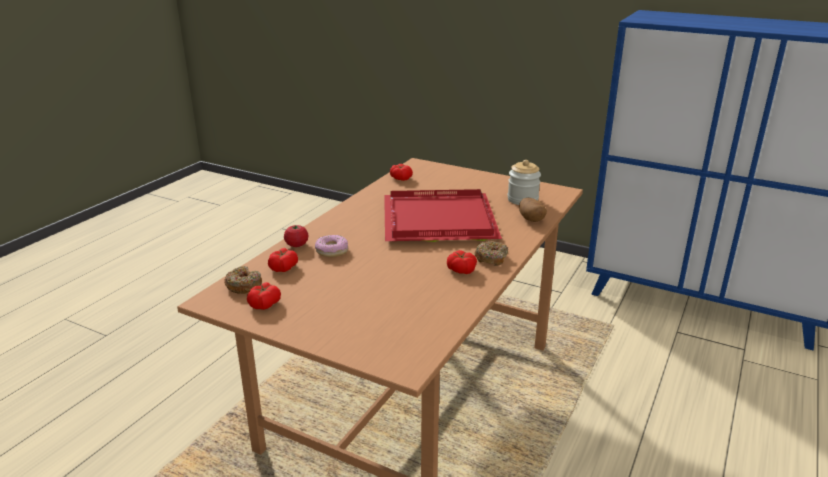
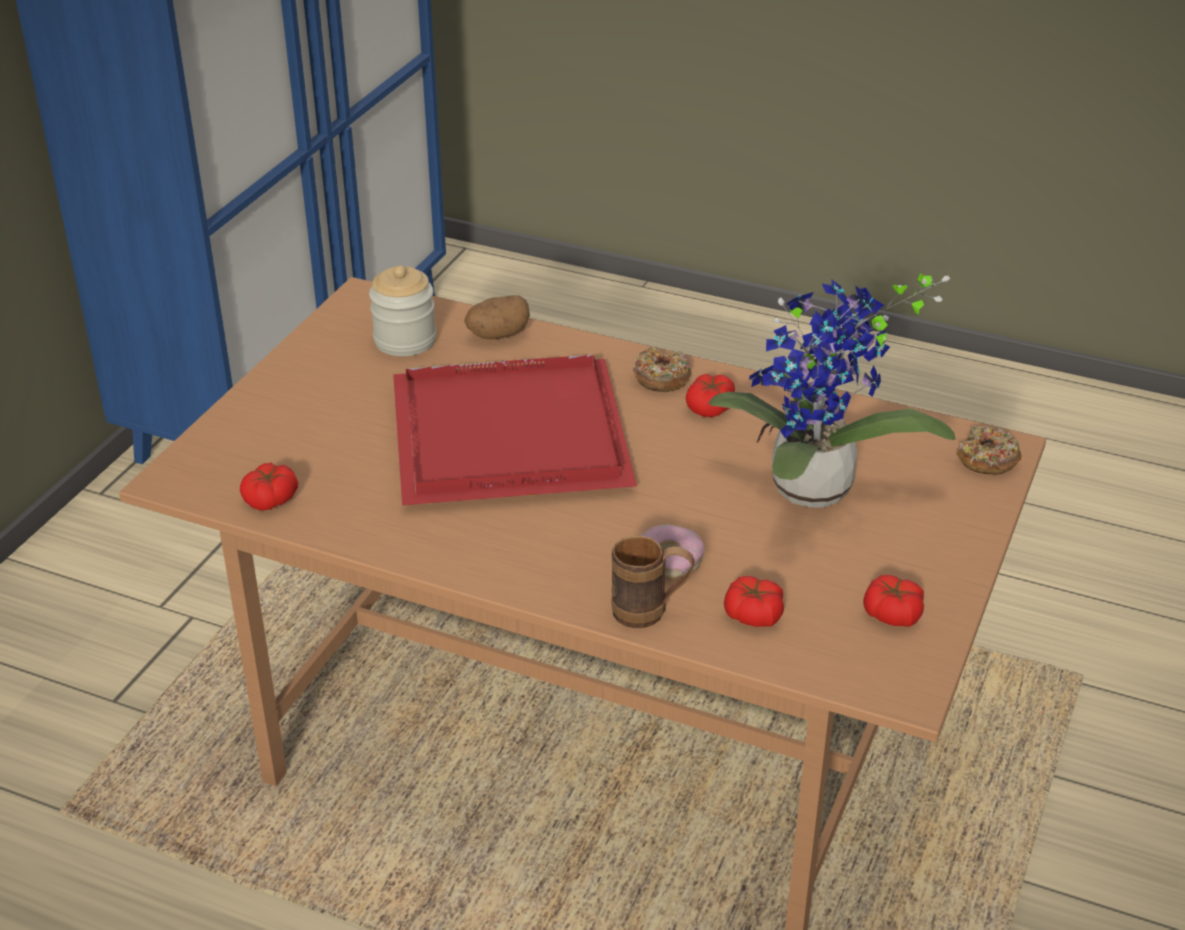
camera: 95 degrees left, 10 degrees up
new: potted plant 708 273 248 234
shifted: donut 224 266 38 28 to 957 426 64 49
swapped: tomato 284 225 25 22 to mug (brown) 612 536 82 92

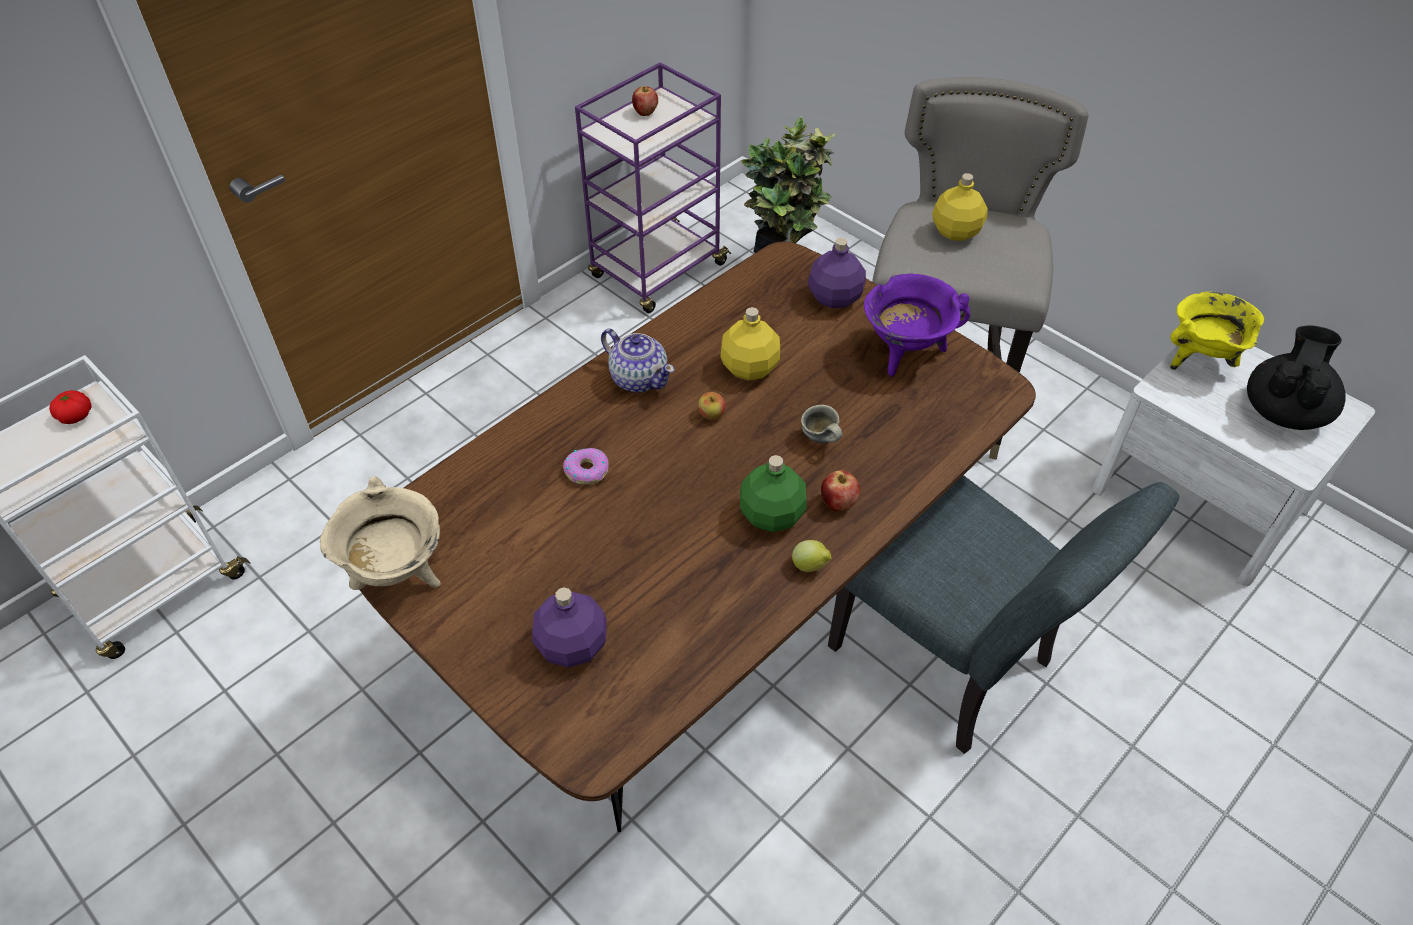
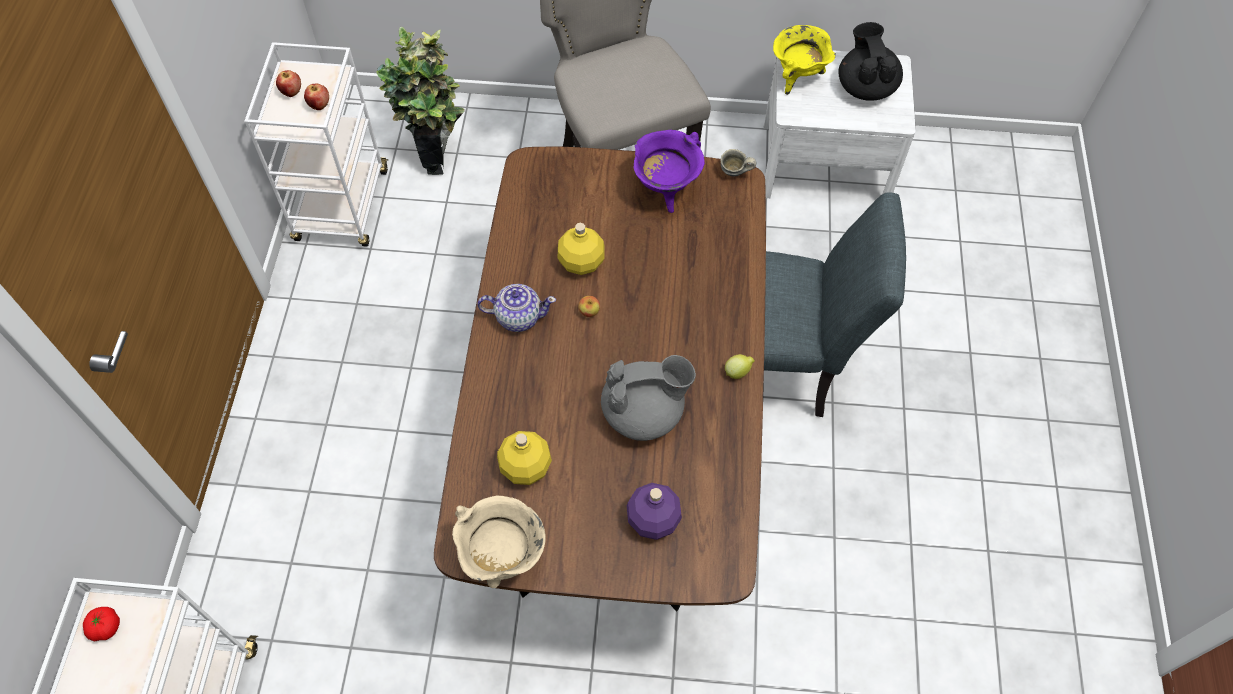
camera: 40 degrees left, 10 degrees up
gone: bottle (purple) 808 238 58 70; donut 563 448 46 36; bottle (green) 740 455 67 77
new: teapot (grey) 601 355 95 86
shifted: bottle (yellow) 932 173 56 68 to 497 431 55 54; mug (grey) 801 405 41 38 to 721 149 35 28; apple 821 470 40 41 to 304 83 25 27
repainted: cart (purple) 575 62 156 251 to cart (white) 244 42 144 205

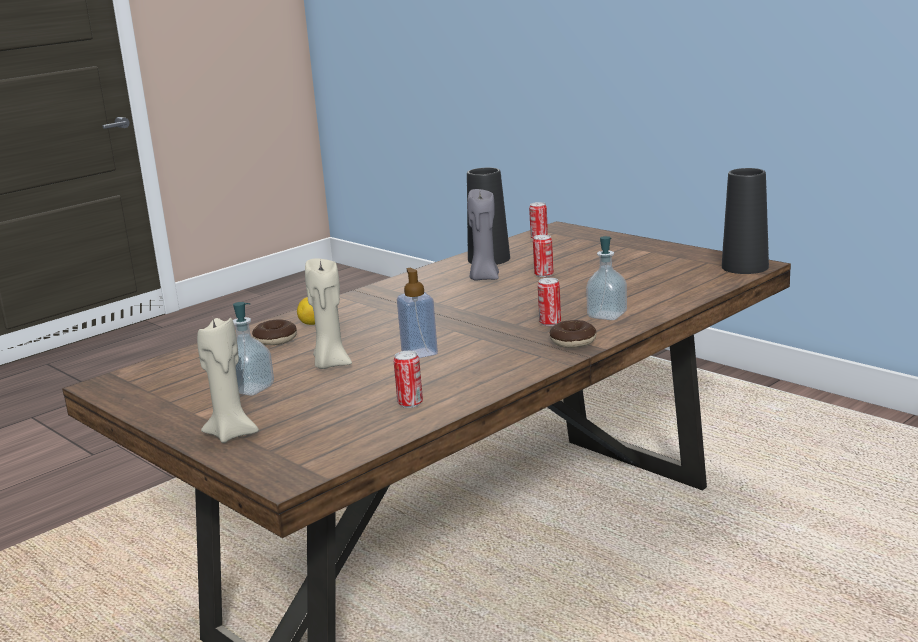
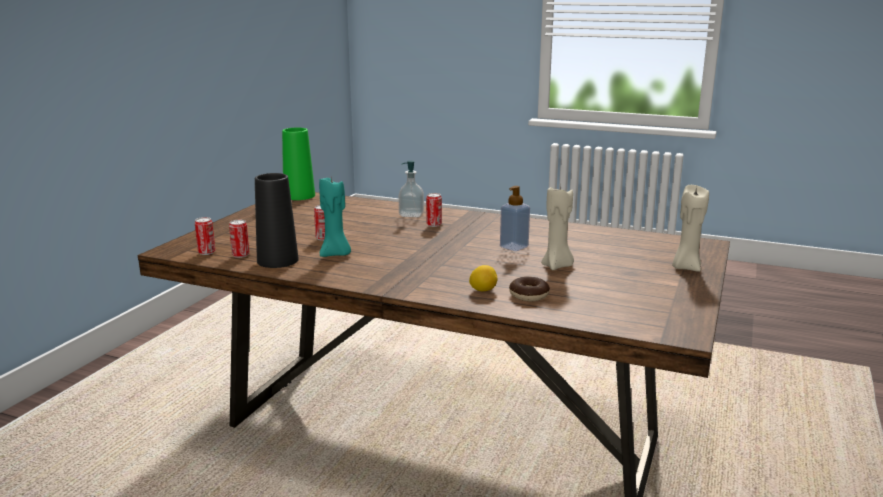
camera: 115 degrees left, 0 degrees up
gone: soap dispenser 233 302 41 94; donut 550 320 46 28
shifted: can 393 351 30 57 to 229 220 20 38
repainted: vase (black) 722 168 47 106 to vase (green) 282 128 33 72; candle (grey) 467 189 32 92 to candle (turquoise) 319 175 32 82

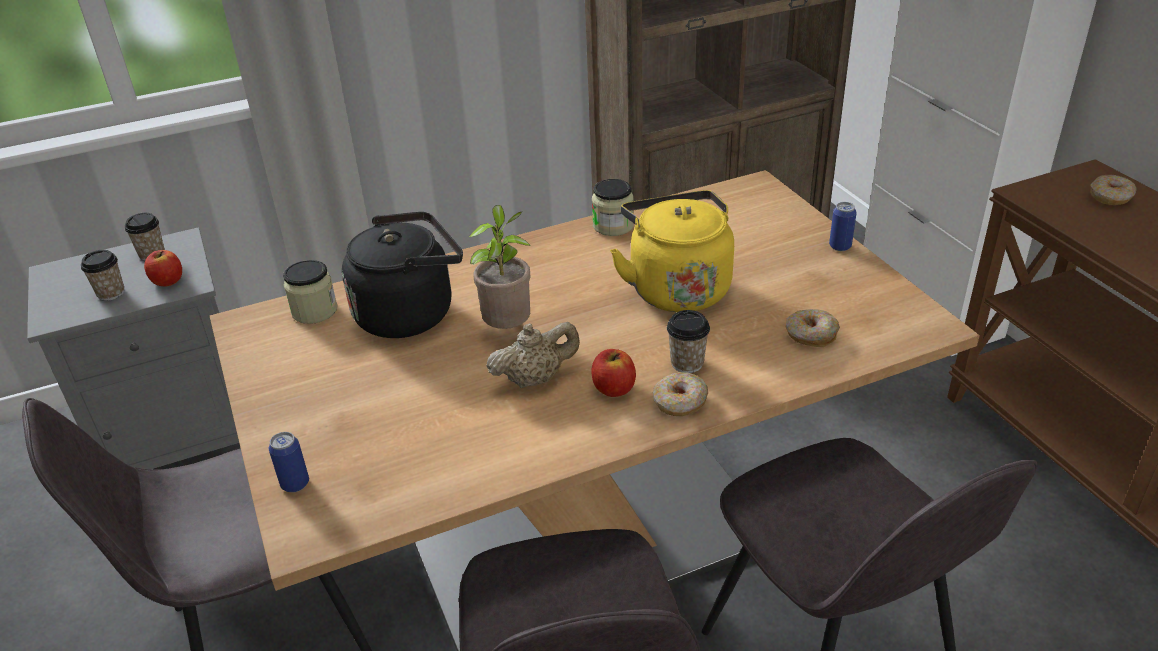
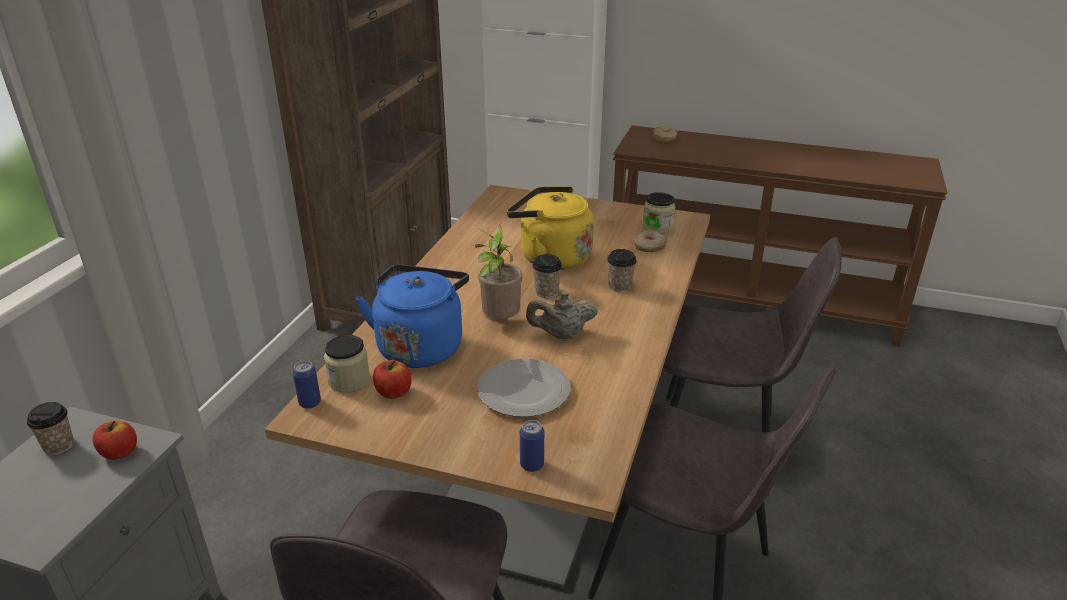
camera: 50 degrees left, 5 degrees down
gone: donut 653 372 55 44
new: plate 477 359 94 58
shifted: jar 592 179 42 57 to 643 192 32 41; can 829 202 28 49 to 293 361 28 48; cup 81 250 43 51 to 532 254 30 44; apple 591 349 45 48 to 373 360 39 39
repainted: kettle (black) 342 212 121 126 to kettle (blue) 356 265 113 103
rotated: teapot (beige) 486 322 94 66 = 526 292 72 47 120 degrees counterclockwise

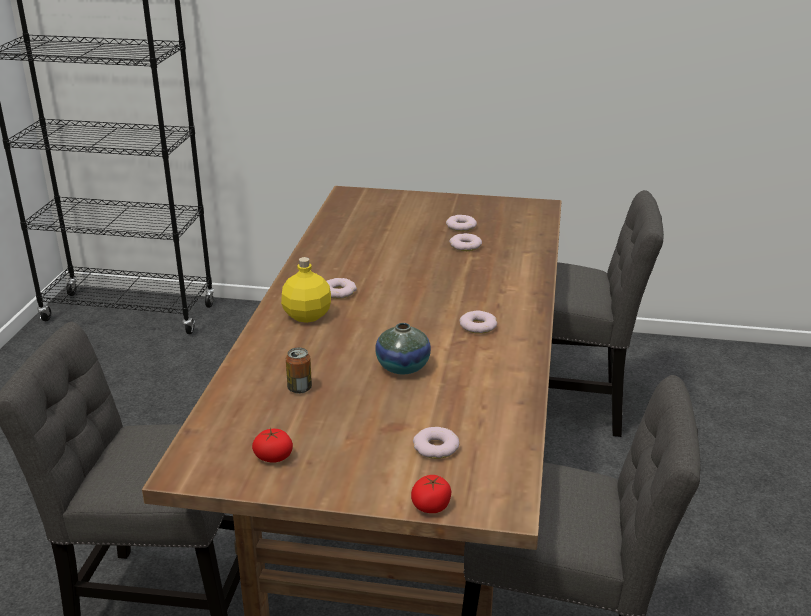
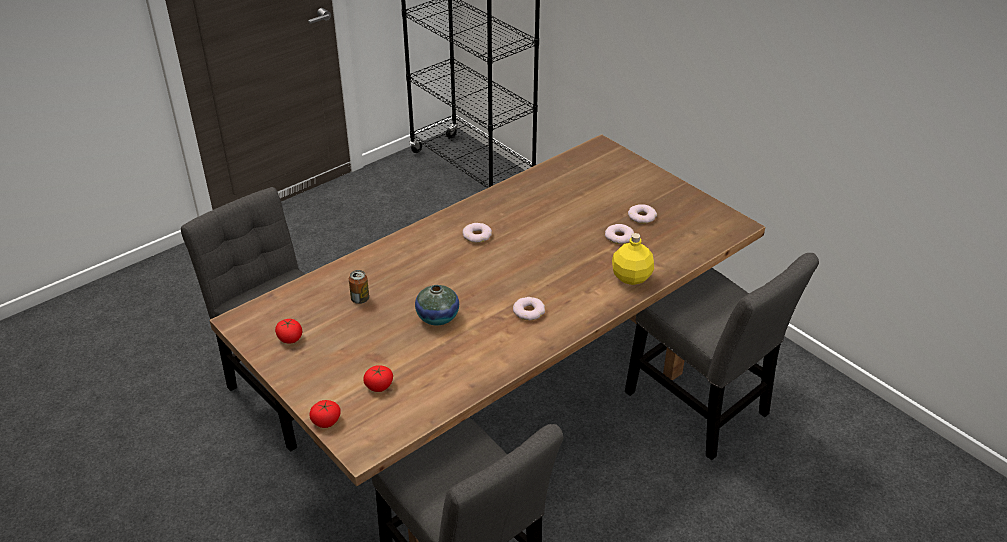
camera: 40 degrees right, 10 degrees up
shifted: bottle (yellow) 281 257 50 66 to 612 233 42 52
swapped: donut 413 427 47 32 to tomato 363 365 30 27

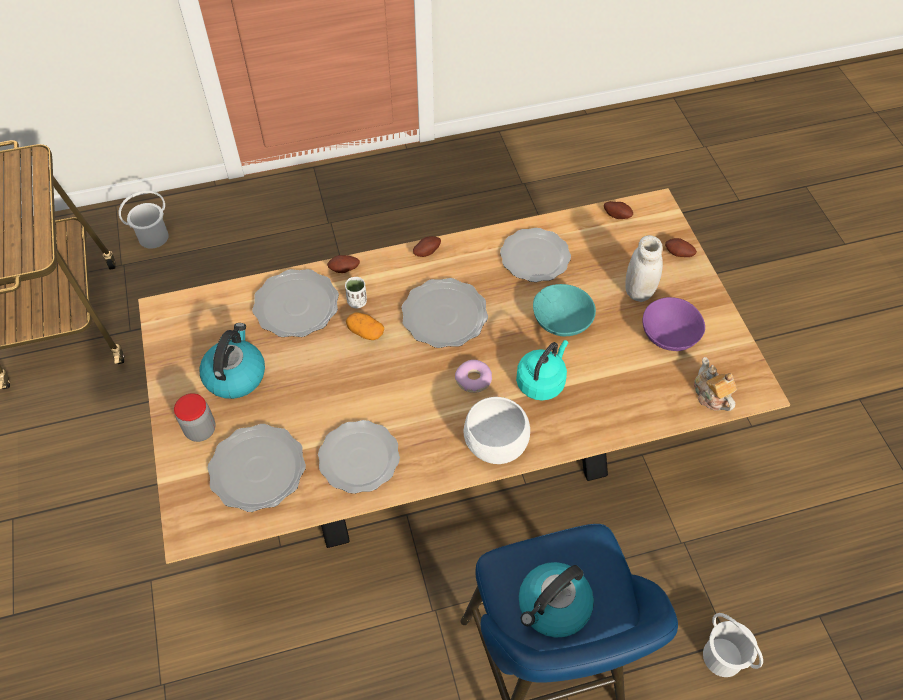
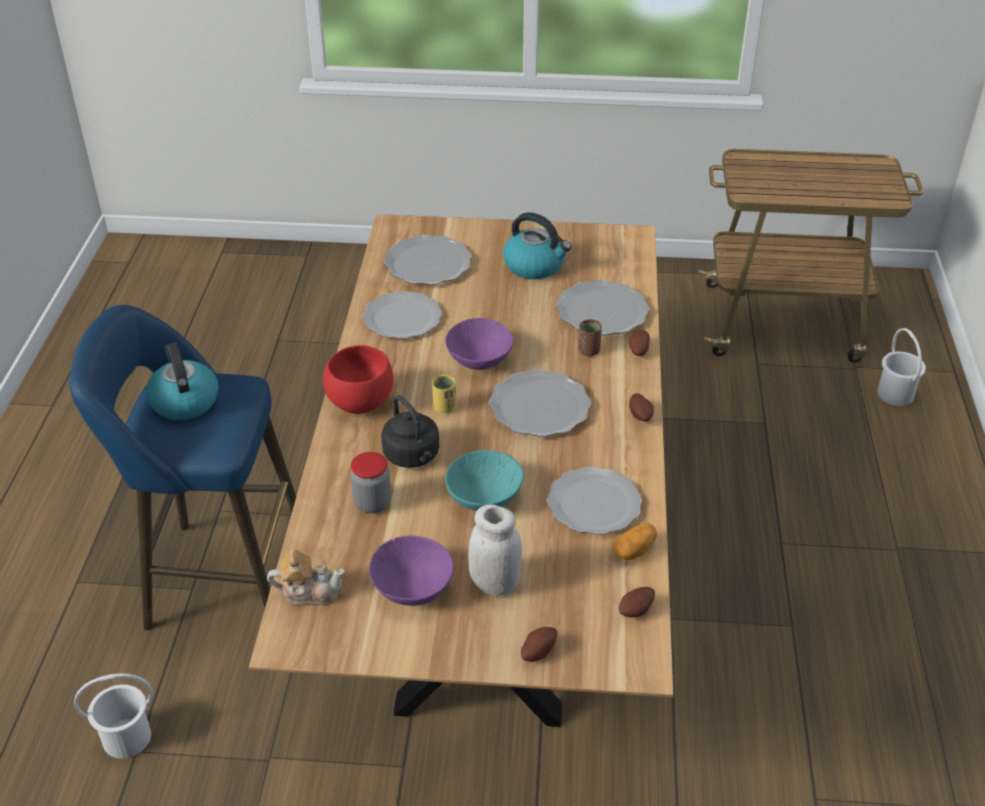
camera: 110 degrees right, 15 degrees down
new: bowl (purple) 446 318 68 52
shifted: potato 346 313 38 27 to 613 523 44 37; jar 174 393 42 49 to 350 452 41 61
swapped: donut 455 360 37 33 to cup (yellow) 432 375 25 39
repainted: cup (white) 345 277 22 31 to cup (brown) 578 319 24 37; kettle (turquoise) 516 340 52 61 to kettle (black) 381 395 58 73; bowl (white) 464 397 66 67 to bowl (red) 323 345 70 69

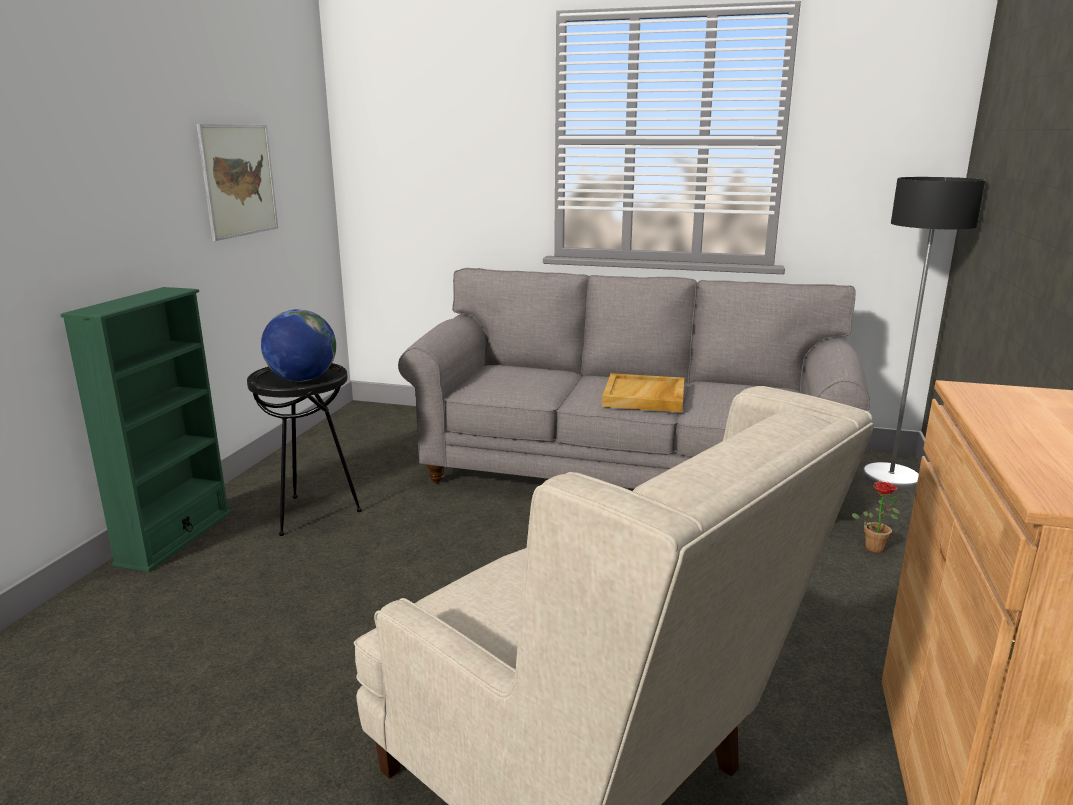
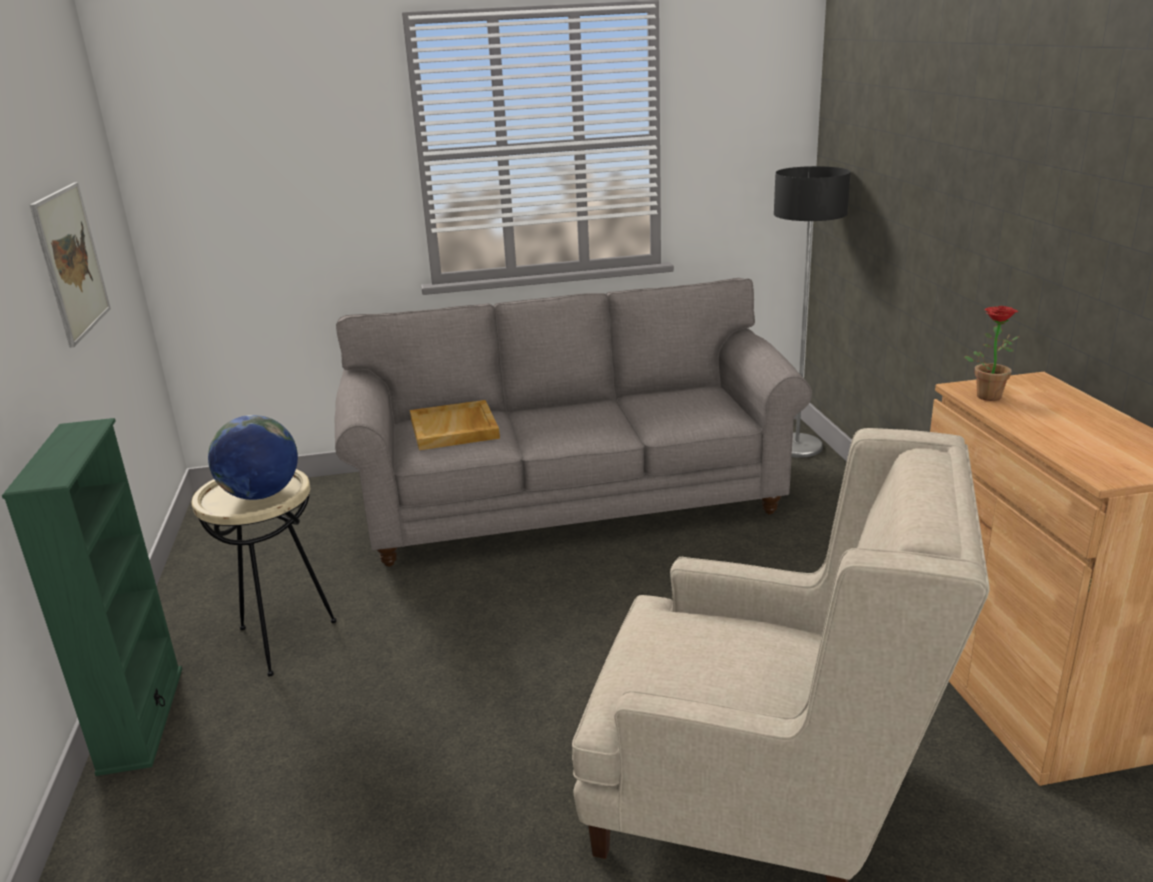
camera: 25 degrees left, 5 degrees up
shifted: tray (beige) 602 373 82 39 to 410 400 90 50; potted plant 851 482 49 71 to 964 306 55 95
repainted: side table (black) 247 363 115 173 to side table (beige) 191 469 146 208

